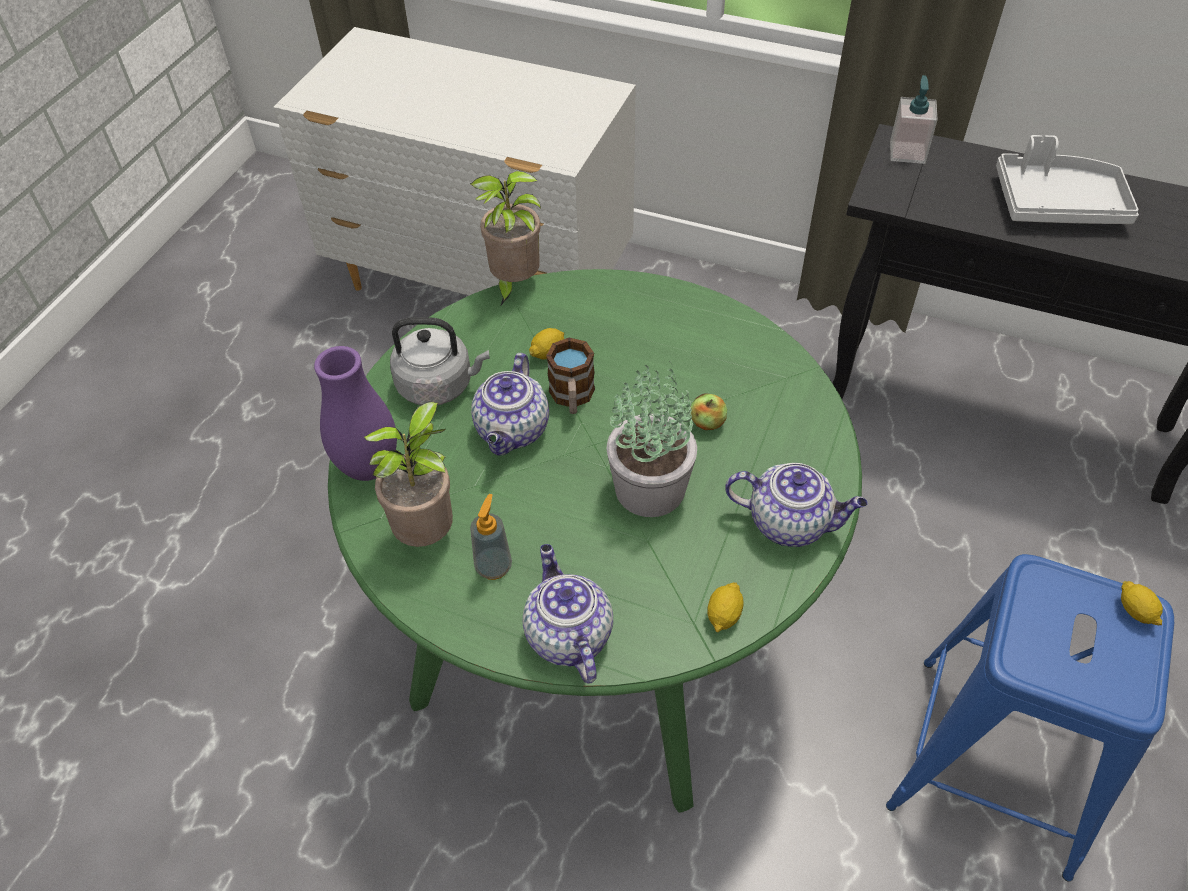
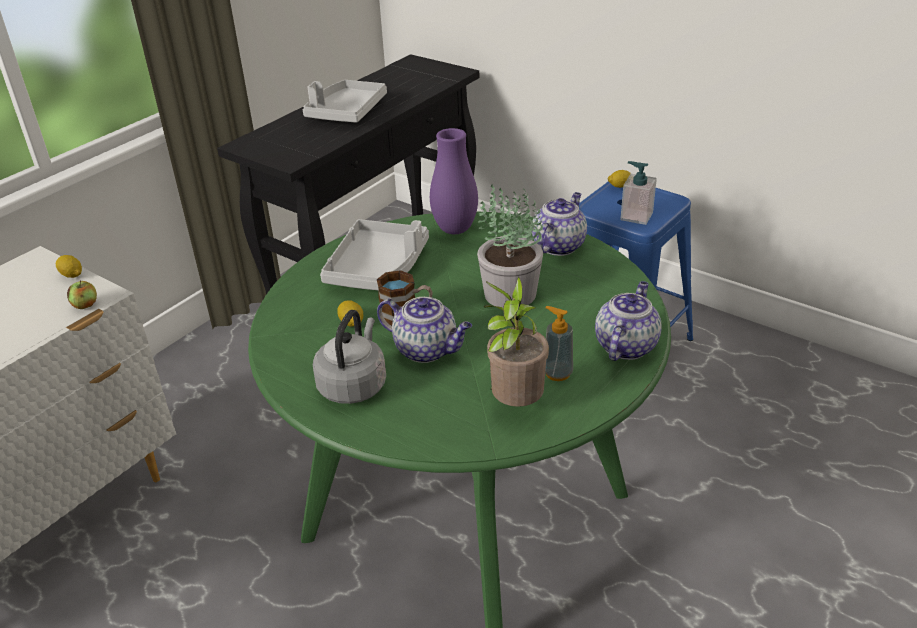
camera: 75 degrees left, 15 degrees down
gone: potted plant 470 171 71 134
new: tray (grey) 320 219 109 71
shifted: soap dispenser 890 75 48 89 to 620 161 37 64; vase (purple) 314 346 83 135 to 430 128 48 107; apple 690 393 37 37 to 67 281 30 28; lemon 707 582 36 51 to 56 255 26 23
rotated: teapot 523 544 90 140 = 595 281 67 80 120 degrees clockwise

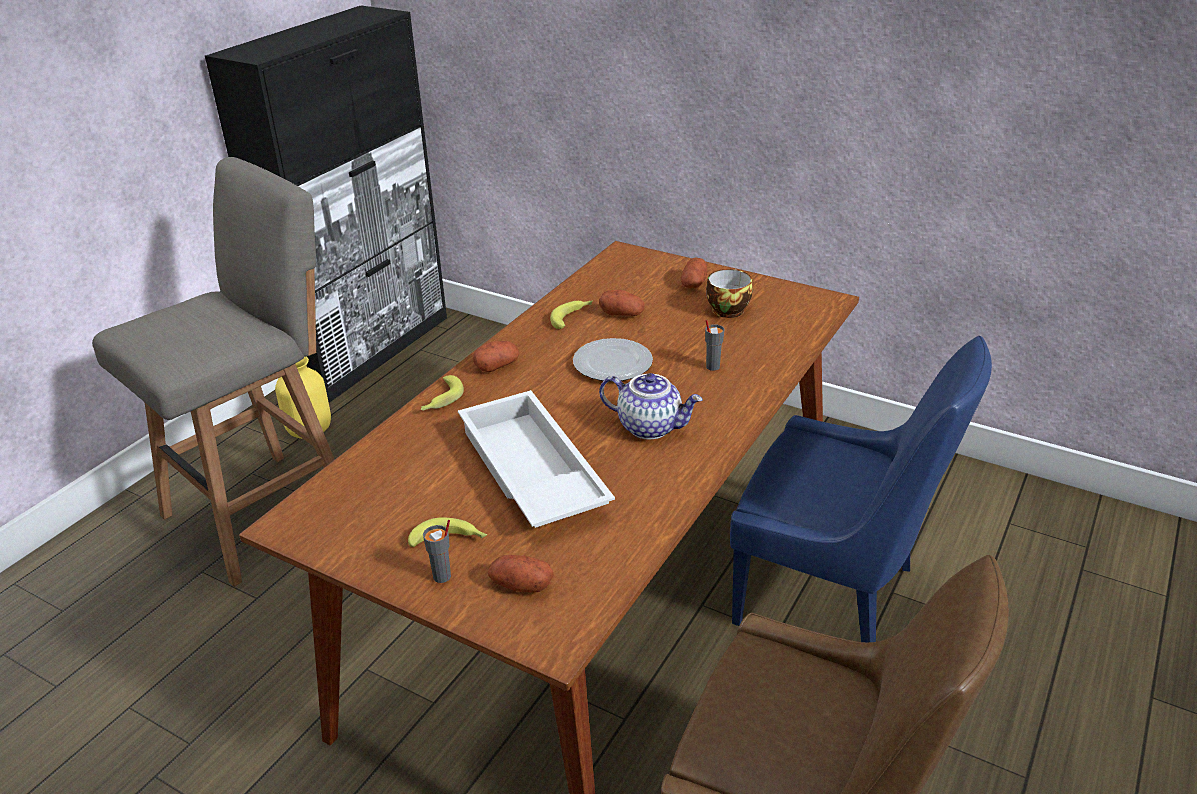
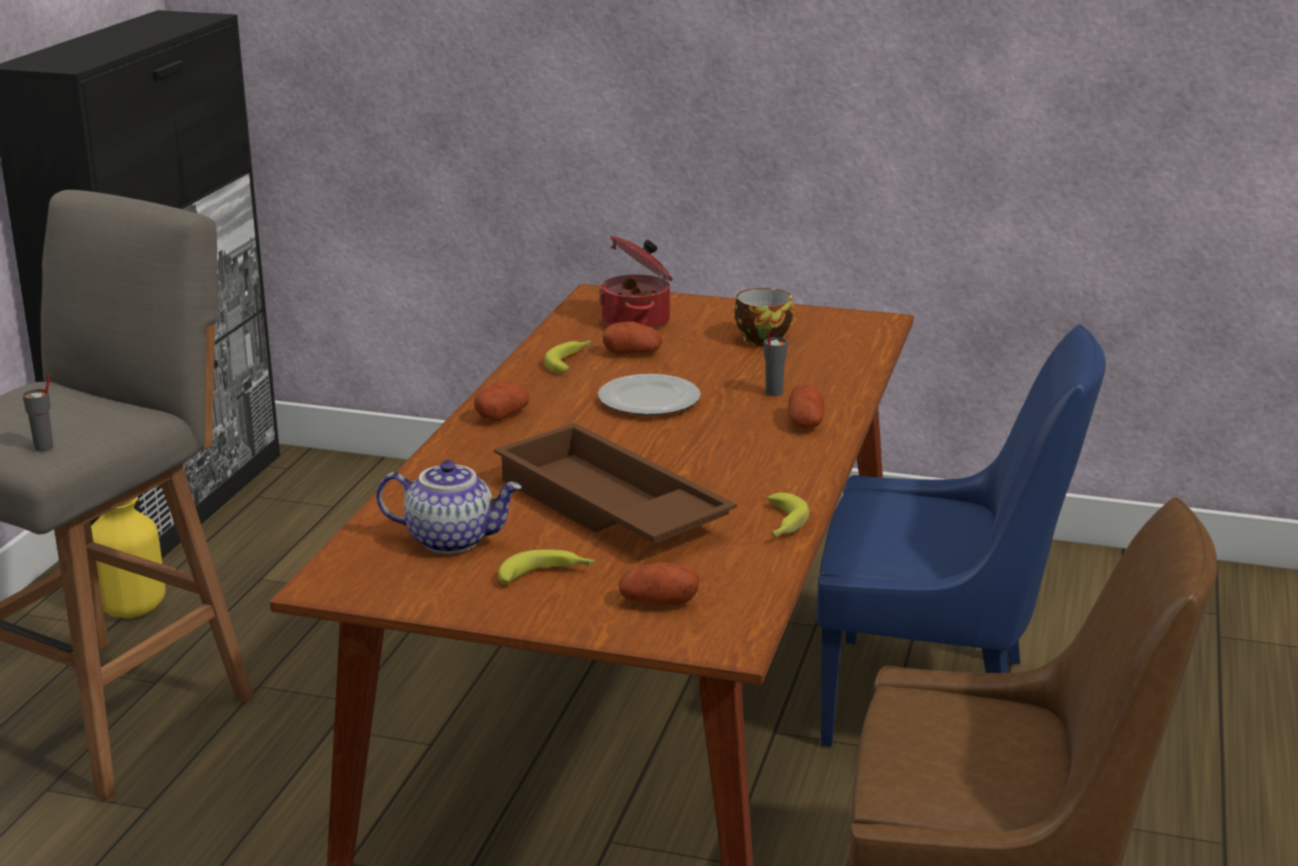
camera: 15 degrees left, 10 degrees down
new: cooking pot 599 236 74 93
shifted: potato 681 258 26 30 to 788 384 36 45; teapot 599 373 104 66 to 376 460 146 94; banana 421 375 43 36 to 767 493 42 43; cup (grey) 423 520 28 63 to 22 375 32 76
repainted: tray (white) 458 390 157 138 to tray (brown) 494 423 243 121

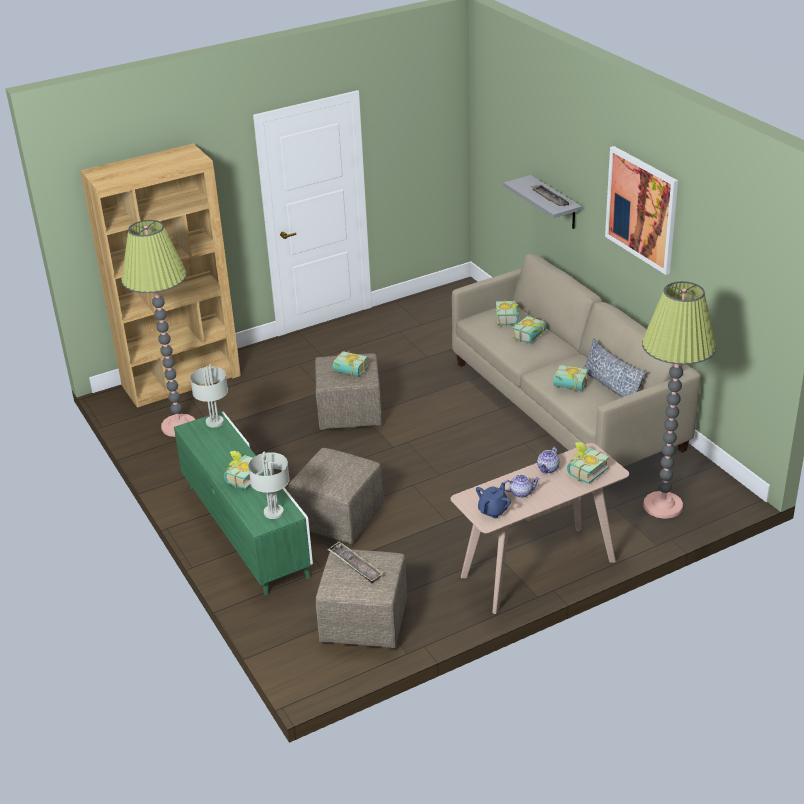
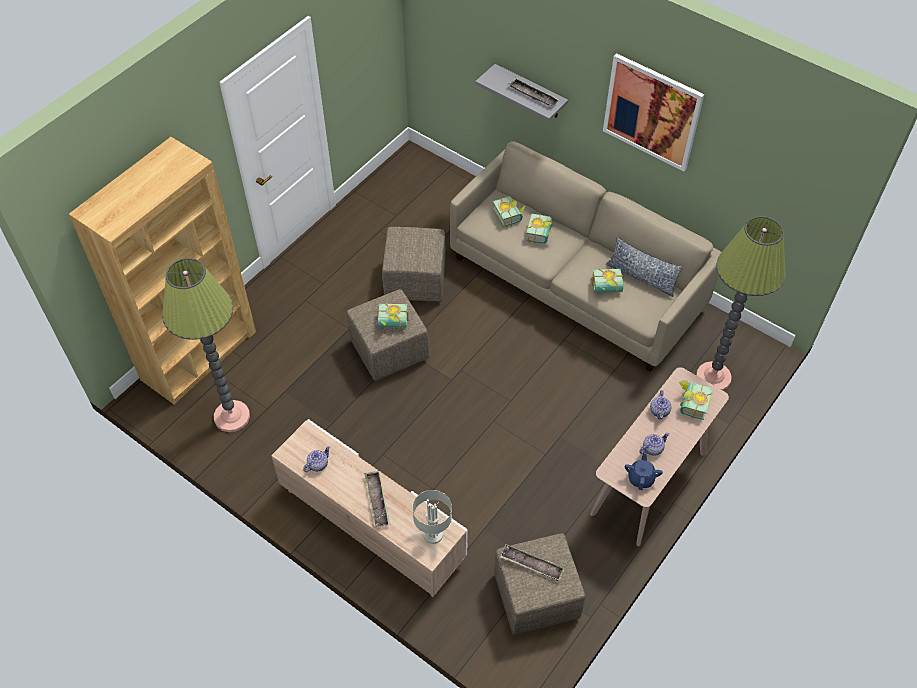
camera: 25 degrees left, 20 degrees up
gone: table lamp (grey) 190 364 38 63
new: teapot 303 446 27 26
shifted: ottoman (beige) 289 448 95 96 to 382 227 64 75
swapped: book 224 451 40 38 to tray 365 471 25 56
repainted: tv stand (green) 174 412 139 184 to tv stand (beige) 271 419 197 178

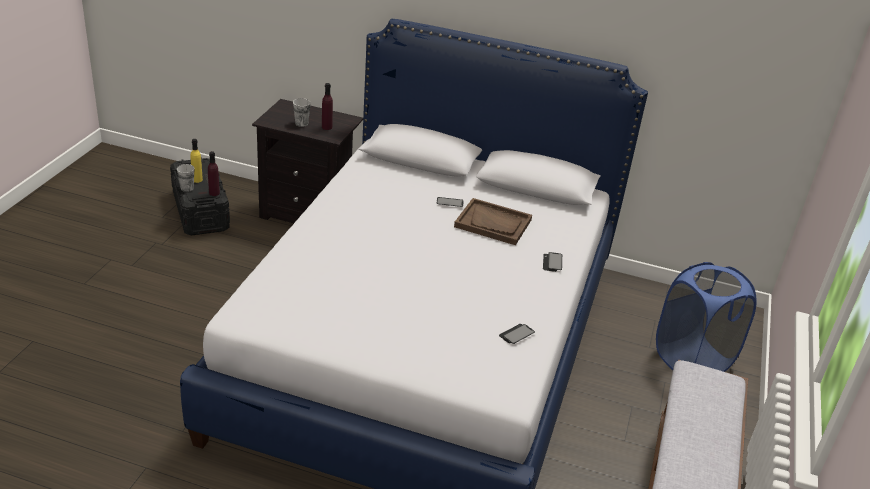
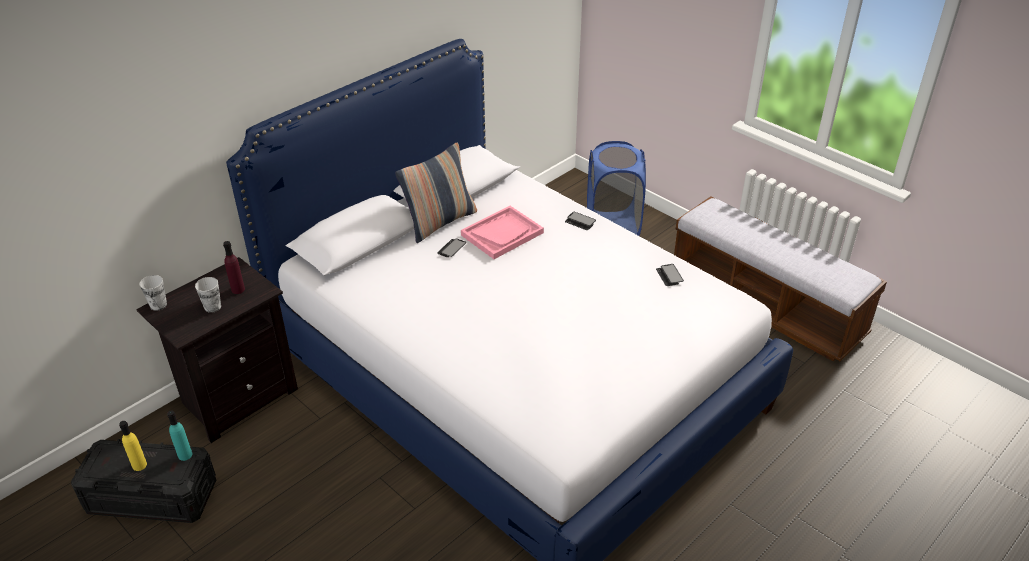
camera: 60 degrees left, 5 degrees up
new: pillow 395 142 82 101
shifted: cup 177 164 17 28 to 139 275 28 36
repainted: bottle (purple) 208 151 12 45 to bottle (turquoise) 167 410 25 51; tray (brown) 454 198 78 47 to tray (pink) 461 206 83 53

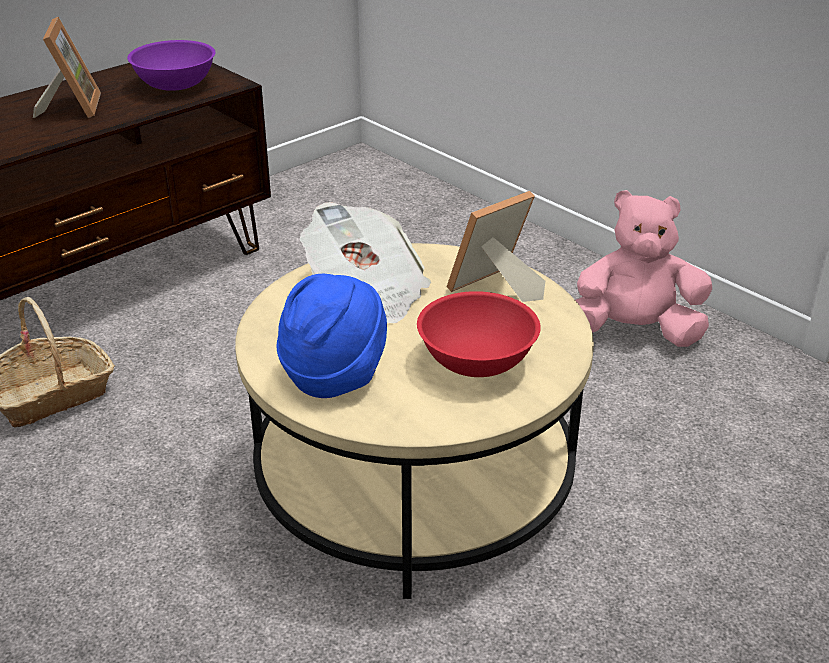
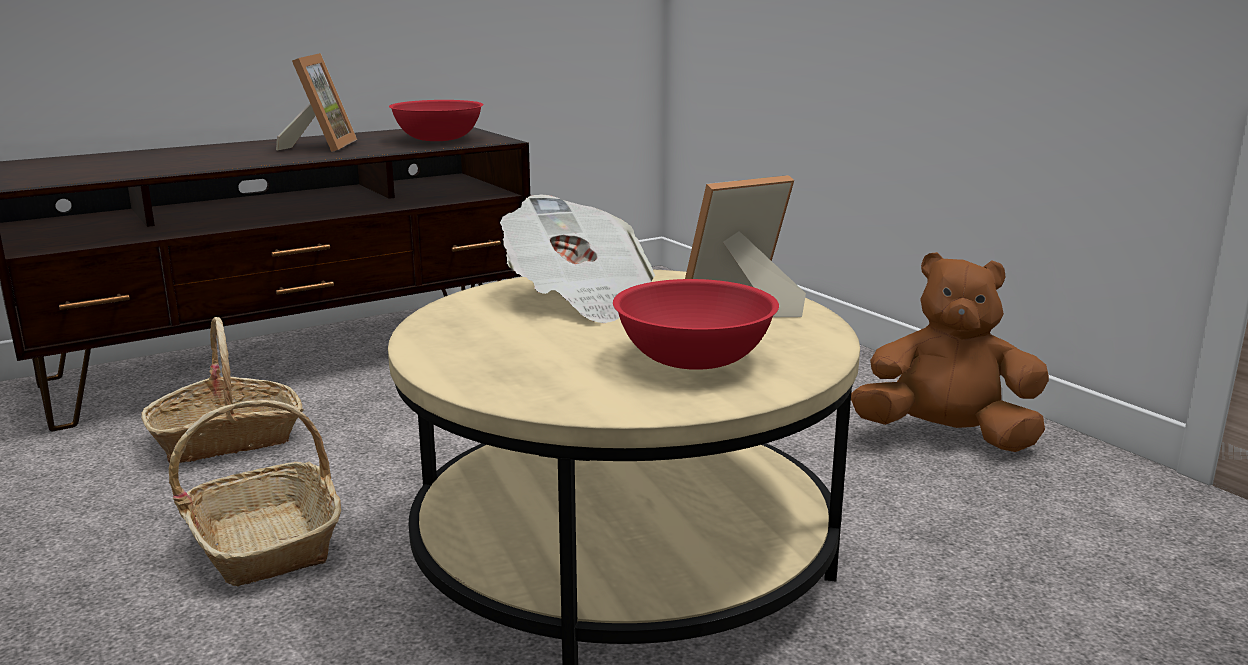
camera: 10 degrees right, 15 degrees down
gone: hat (blue) 277 274 110 124
new: basket 169 400 172 186
repainted: bowl (purple) 127 40 88 51 to bowl (red) 389 100 95 41; plush toy (pink) 575 190 137 157 to plush toy (brown) 851 252 198 200

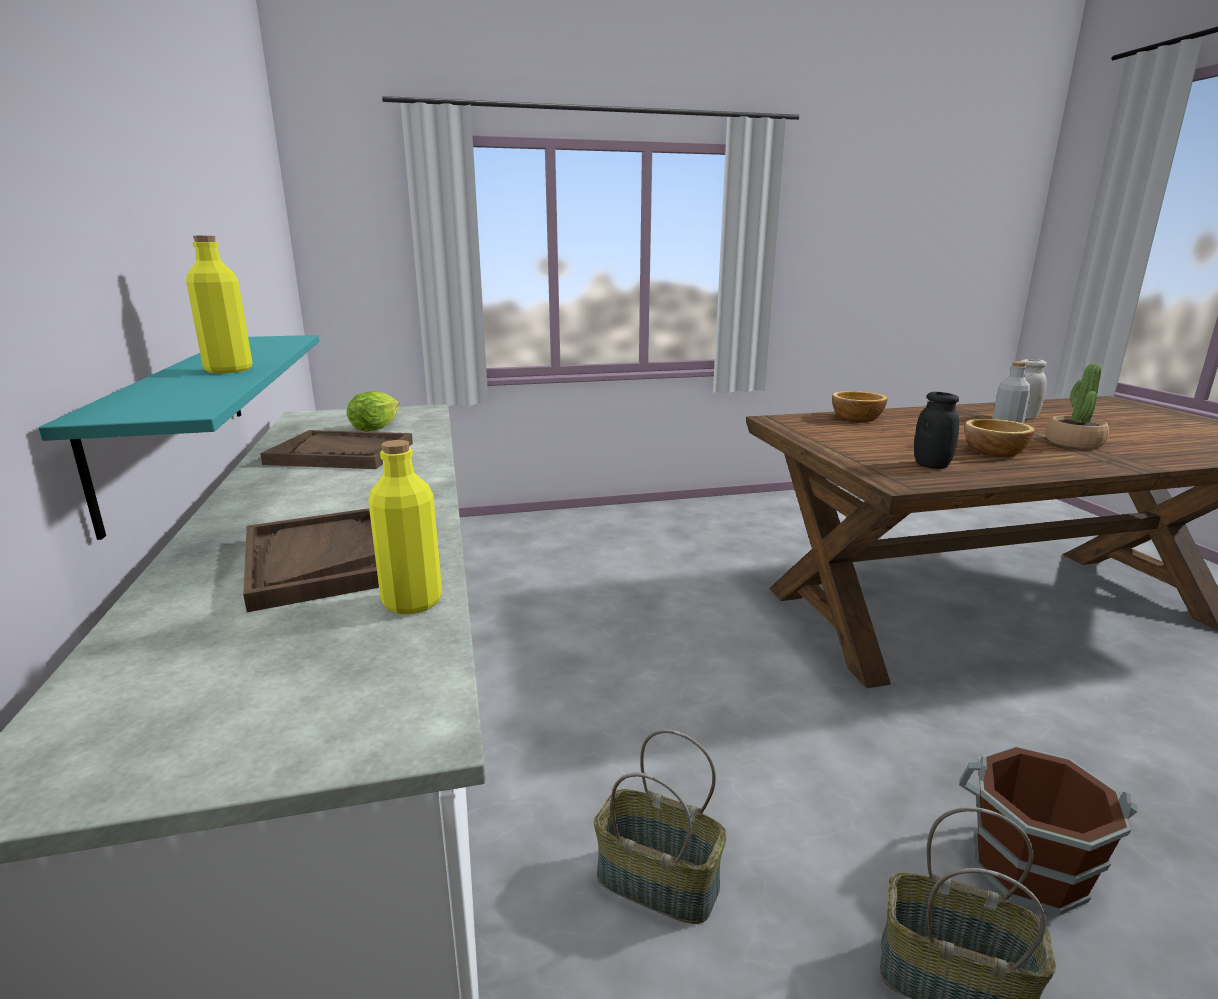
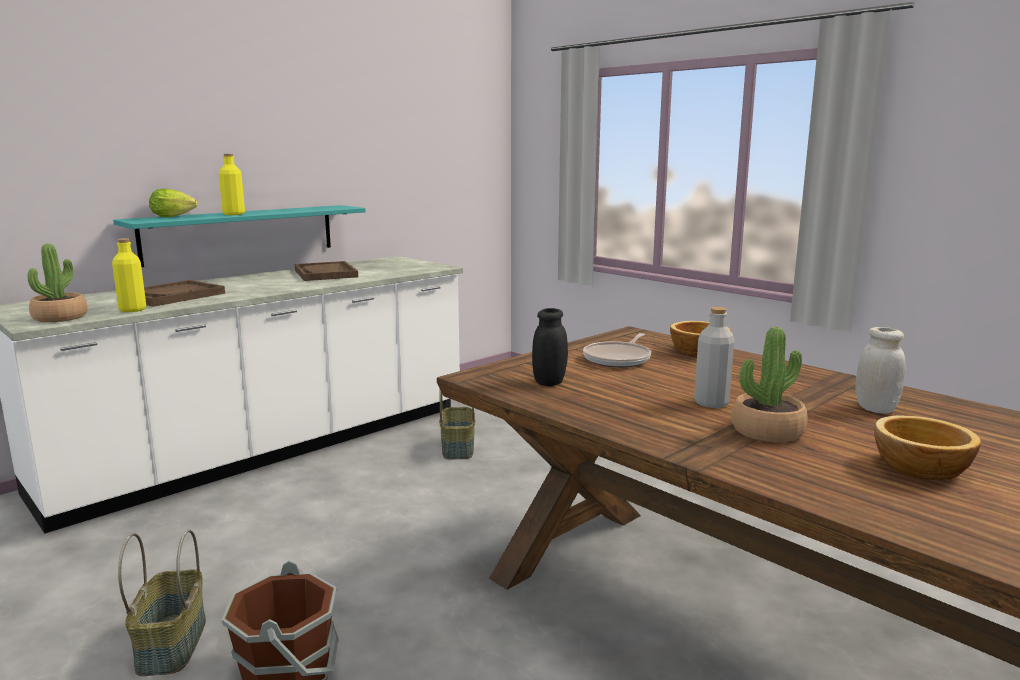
camera: 60 degrees right, 5 degrees down
new: potted plant 28 244 59 78; frying pan 583 333 68 34
shifted: lettuce 347 391 53 41 to 149 189 49 28; bowl 965 419 70 38 to 874 416 107 64; basket 594 729 133 195 to 439 388 36 72

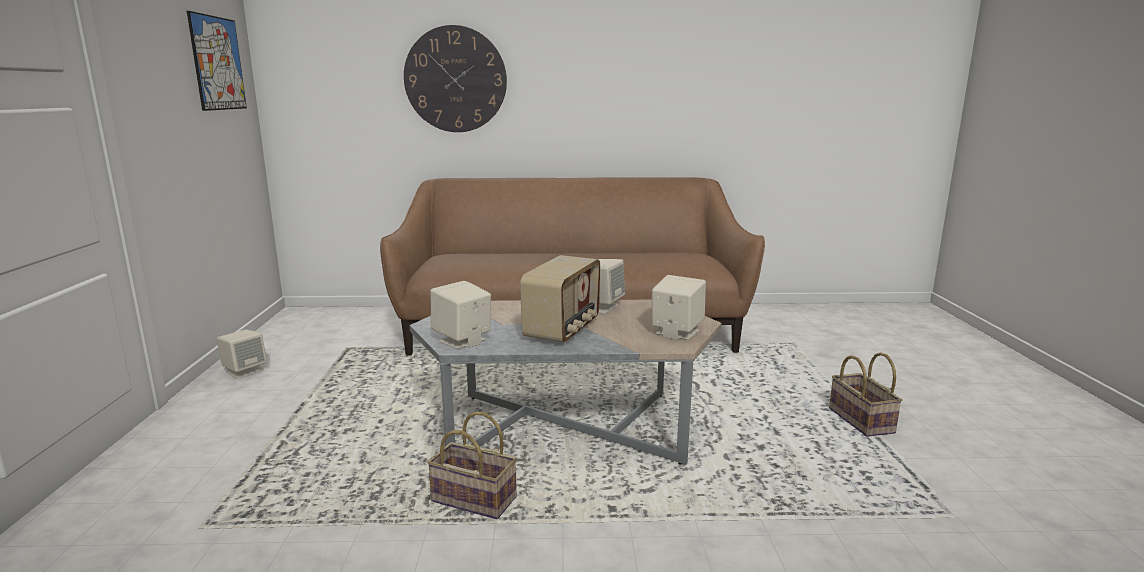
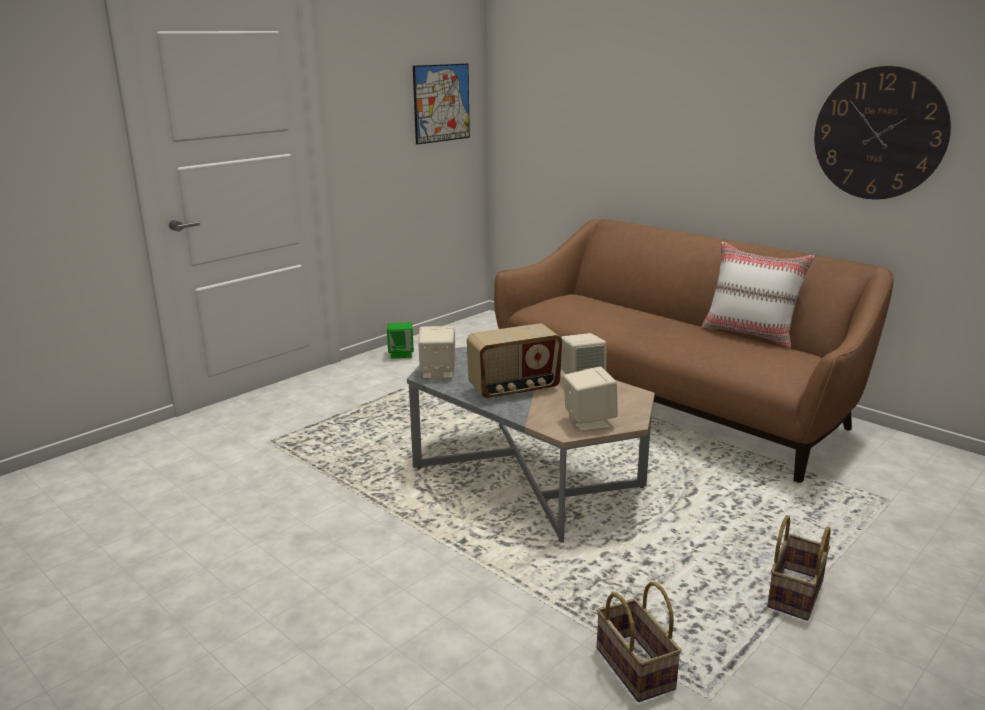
camera: 45 degrees right, 5 degrees up
new: pillow (white) 701 242 113 106
shifted: wall clock 404 25 103 107 to 814 66 137 133; basket 427 412 90 107 to 597 582 85 120
repainted: speaker (beige) 217 329 50 50 to speaker (green) 387 322 27 37

